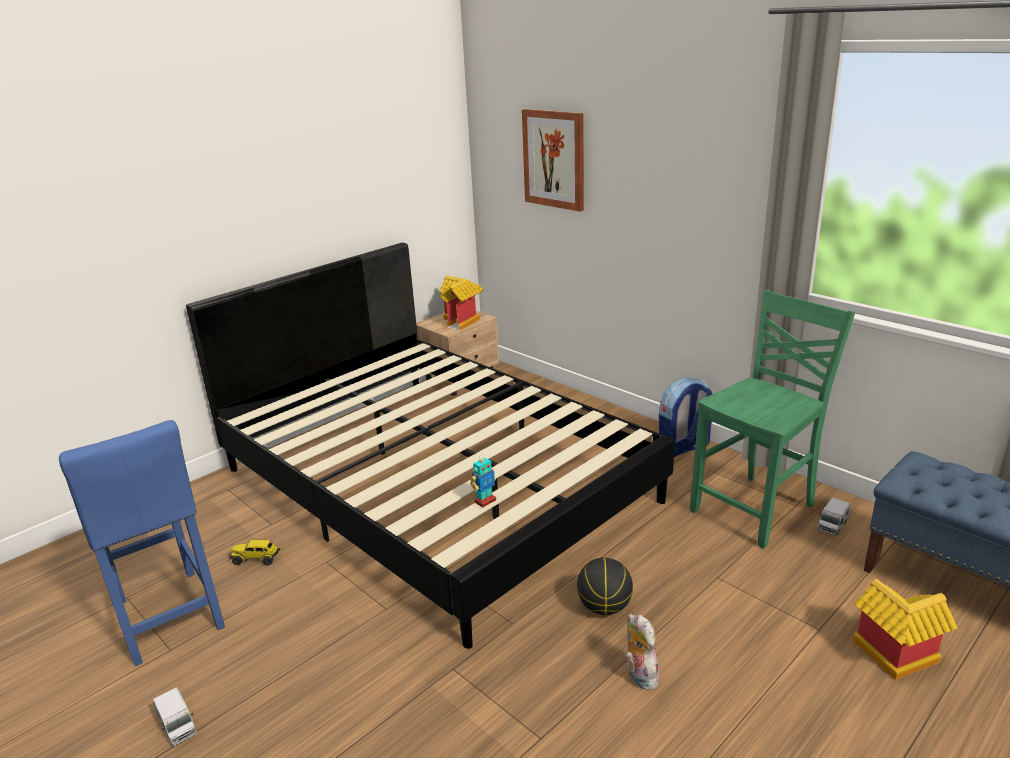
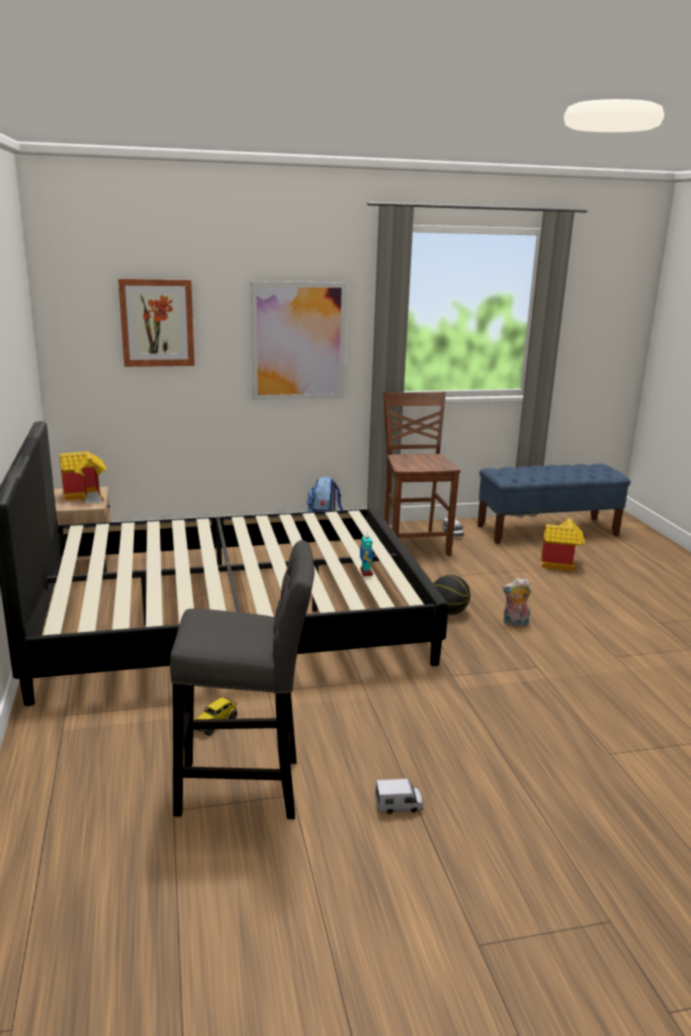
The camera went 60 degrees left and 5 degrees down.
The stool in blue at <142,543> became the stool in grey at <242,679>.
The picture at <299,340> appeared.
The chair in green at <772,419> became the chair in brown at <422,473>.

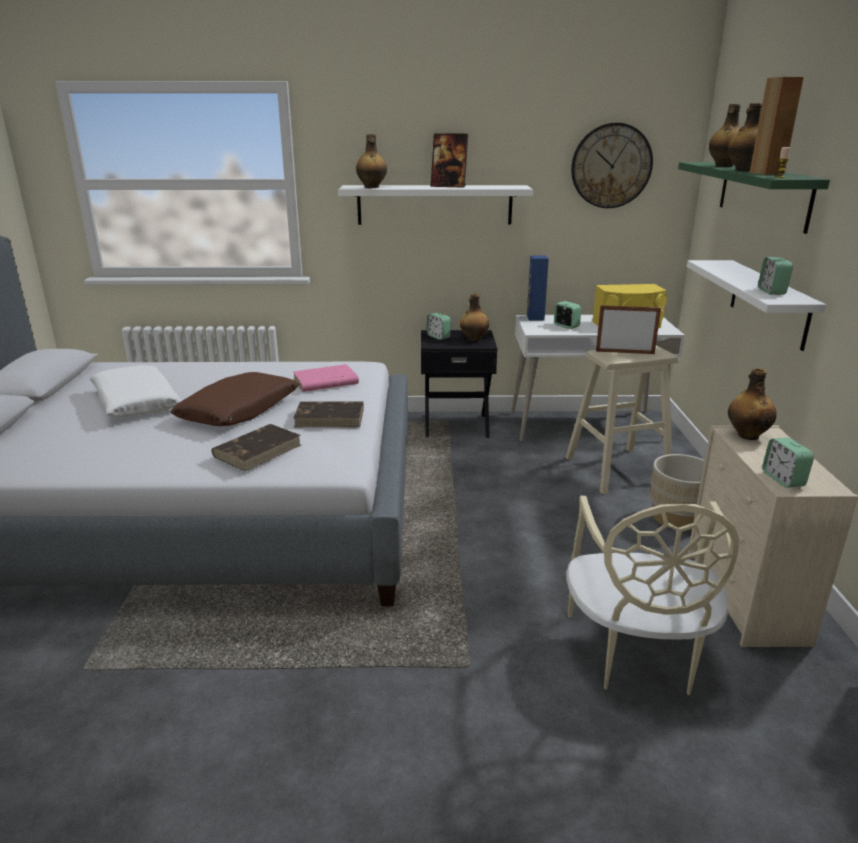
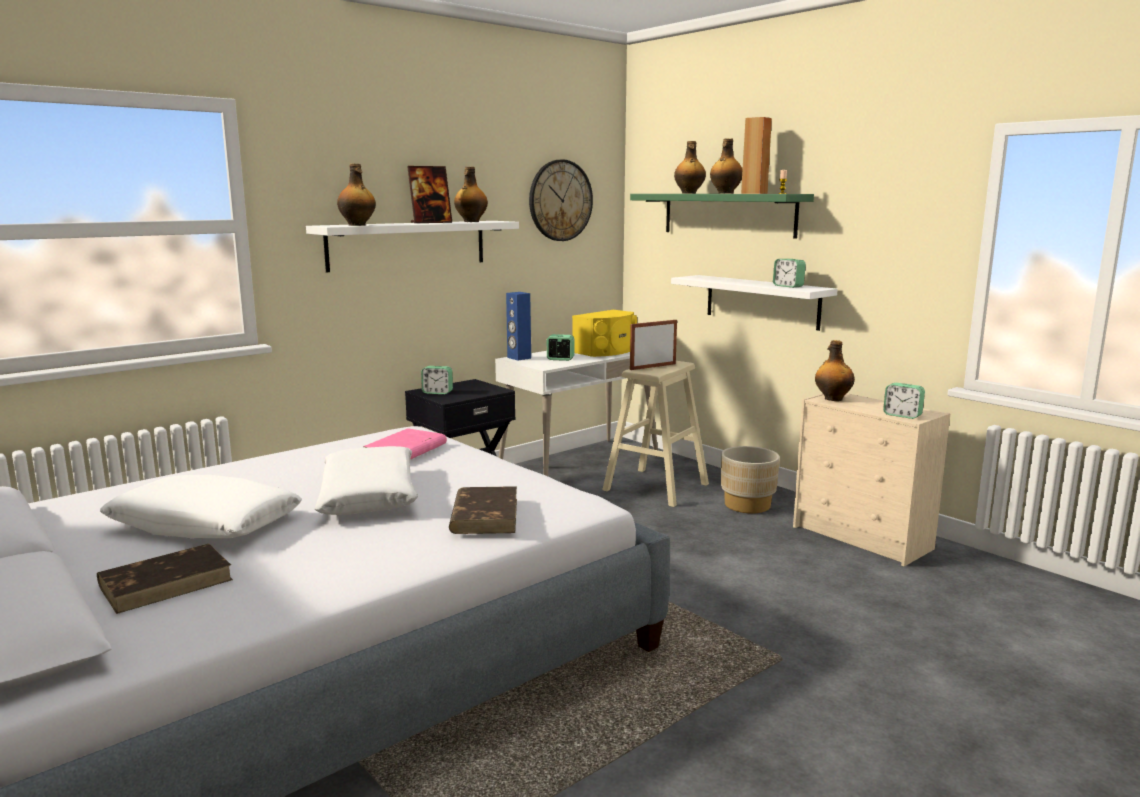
The camera went 40 degrees left and 10 degrees down.
The book in brown moved from <328,414> to <165,578>.
The pillow in brown at <235,399> became the pillow in white at <366,480>.
The bottle moved from <474,318> to <471,194>.
The chair in beige at <653,595> disappeared.

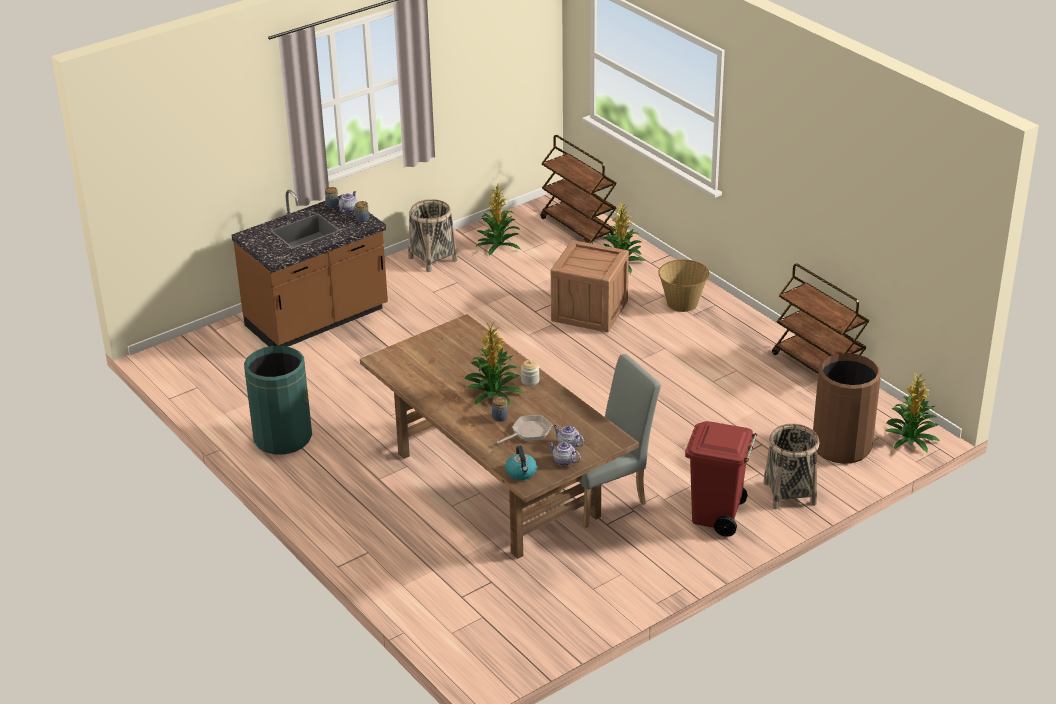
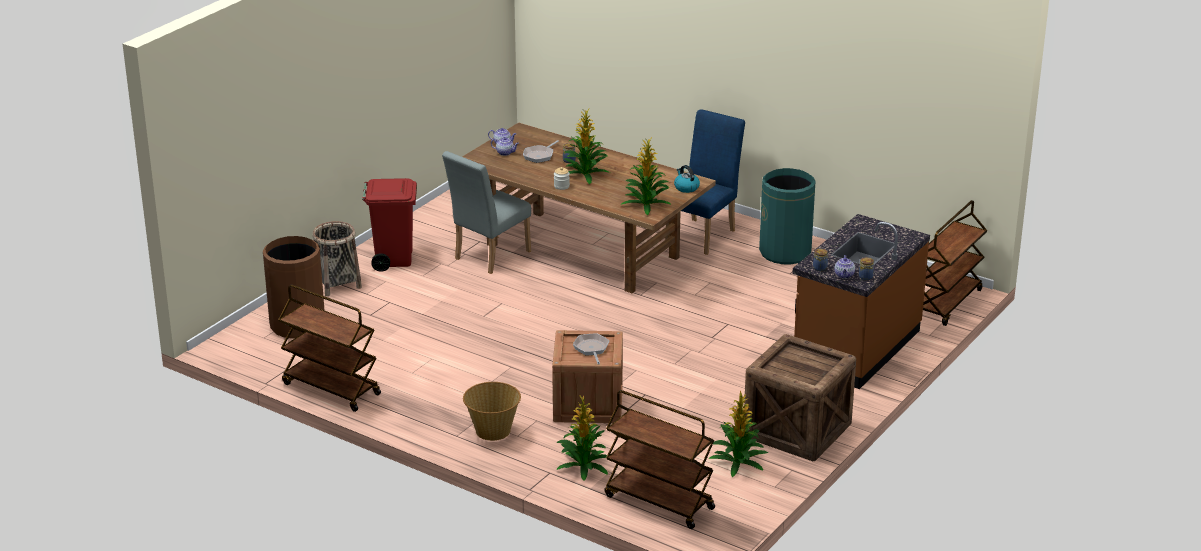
The camera went 160 degrees right and 5 degrees down.
The frying pan at <591,349> appeared.
The potted plant moved from <912,412> to <647,176>.
The chair in blue at <705,182> appeared.
The kettle moved from <521,463> to <687,179>.
The basket at <433,235> was replaced by the crate at <800,397>.
The cart in brown at <955,263> appeared.

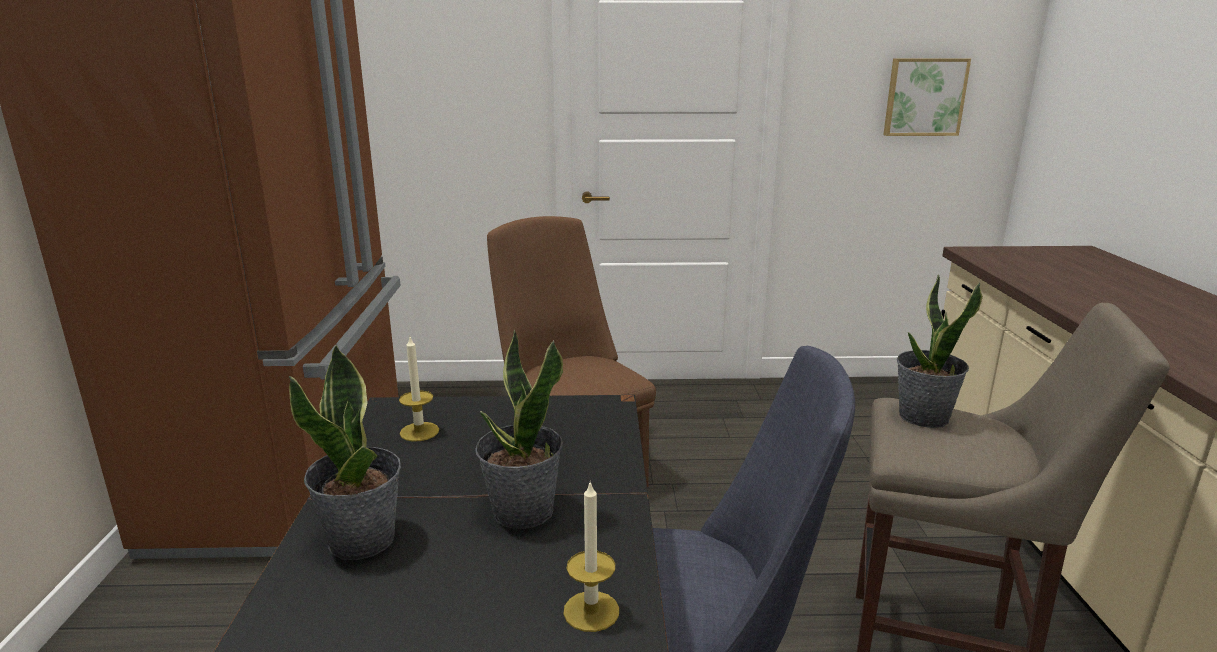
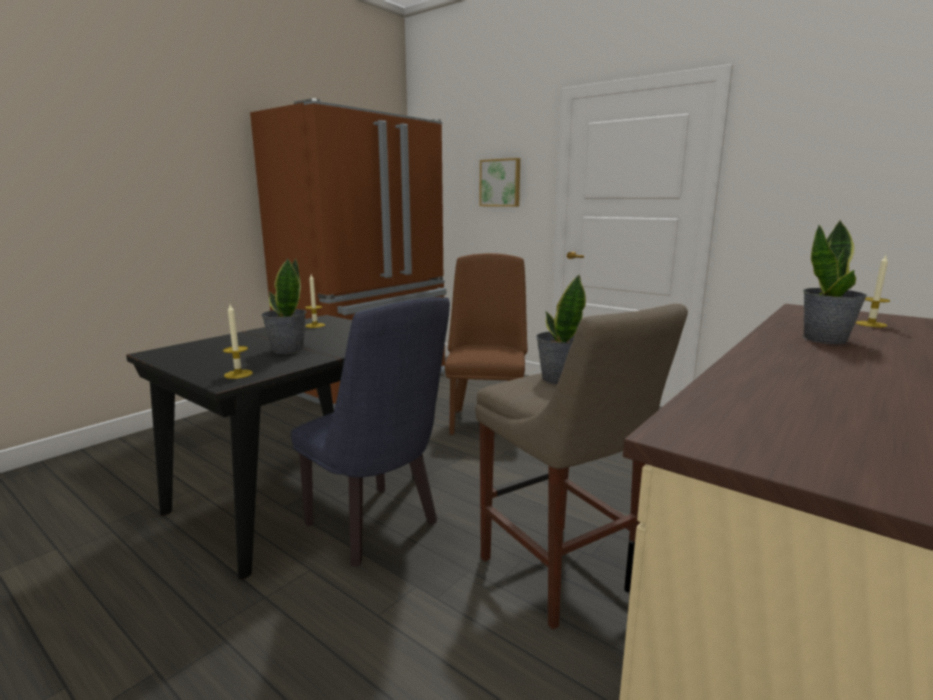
The camera went 40 degrees right and 5 degrees down.
The picture moved from <927,97> to <499,182>.
The potted plant moved from <345,452> to <835,282>.
The candle at <873,291> appeared.

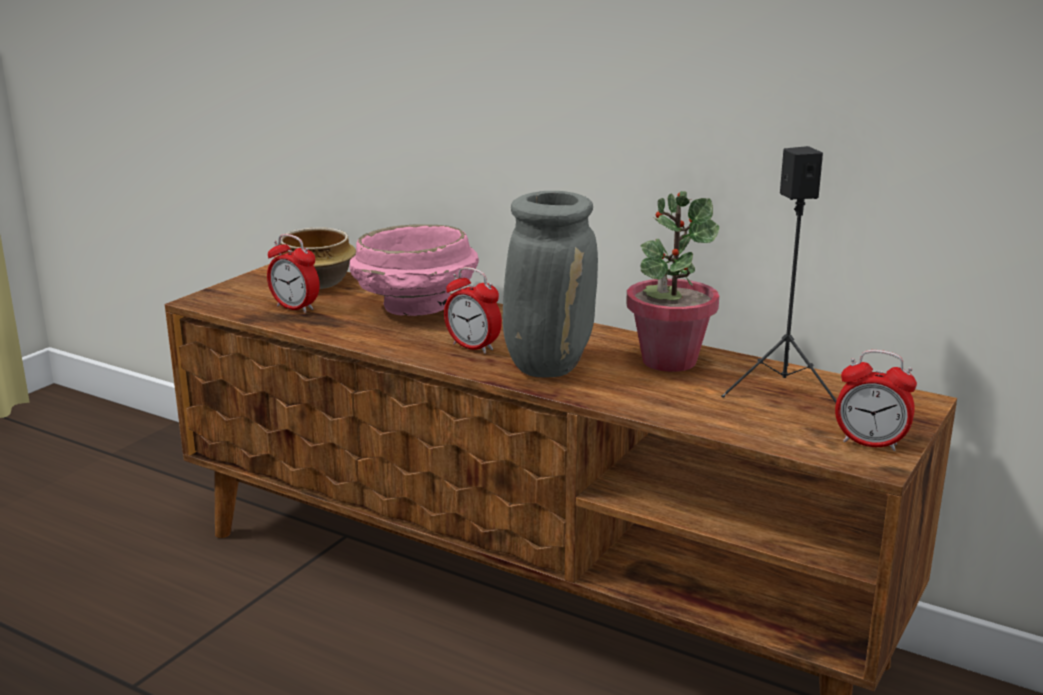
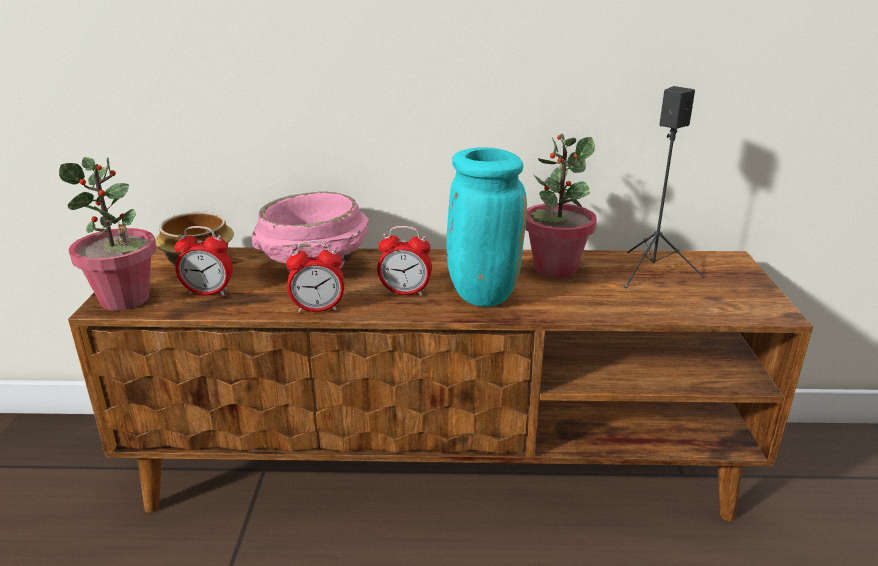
The camera went 30 degrees left and 5 degrees up.
The potted plant at <108,234> appeared.
The alarm clock moved from <876,400> to <315,276>.
The vase in grey at <550,284> became the vase in turquoise at <486,227>.

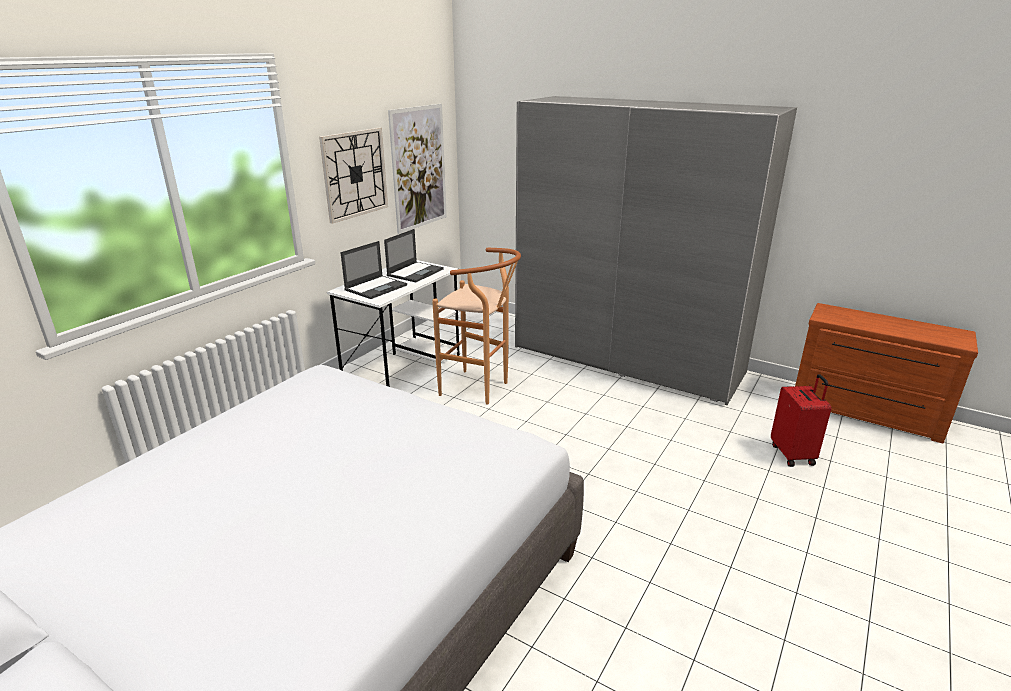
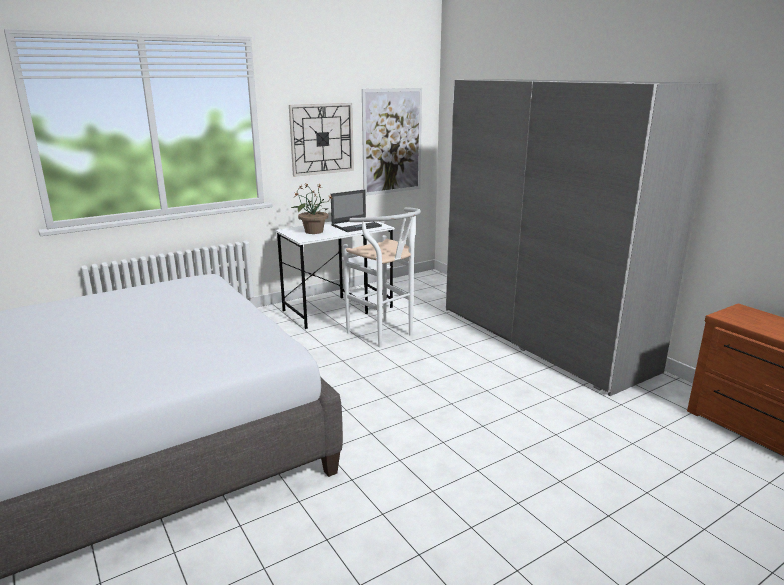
The camera went 25 degrees right and 5 degrees down.
The laptop at <373,270> was replaced by the potted plant at <312,208>.
The stool in brown at <476,326> became the stool in white at <382,277>.
The suitcase in red at <801,420> disappeared.

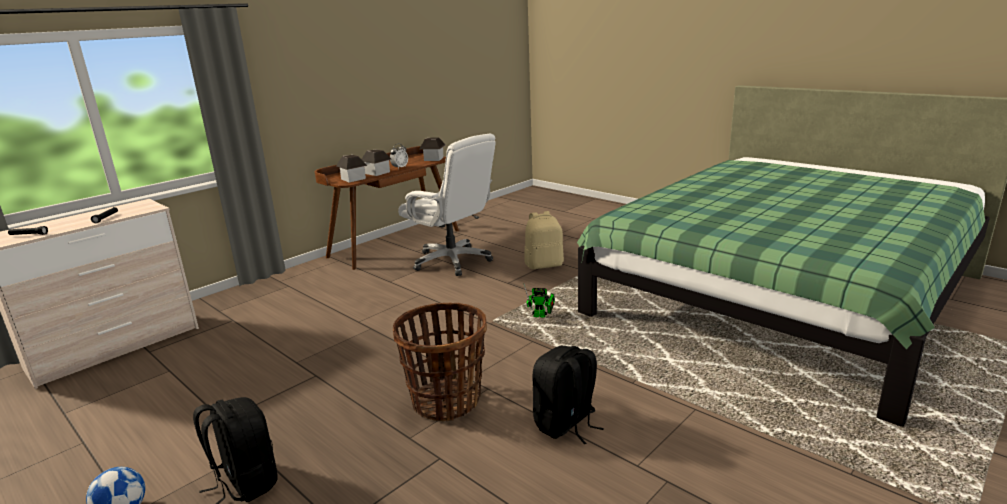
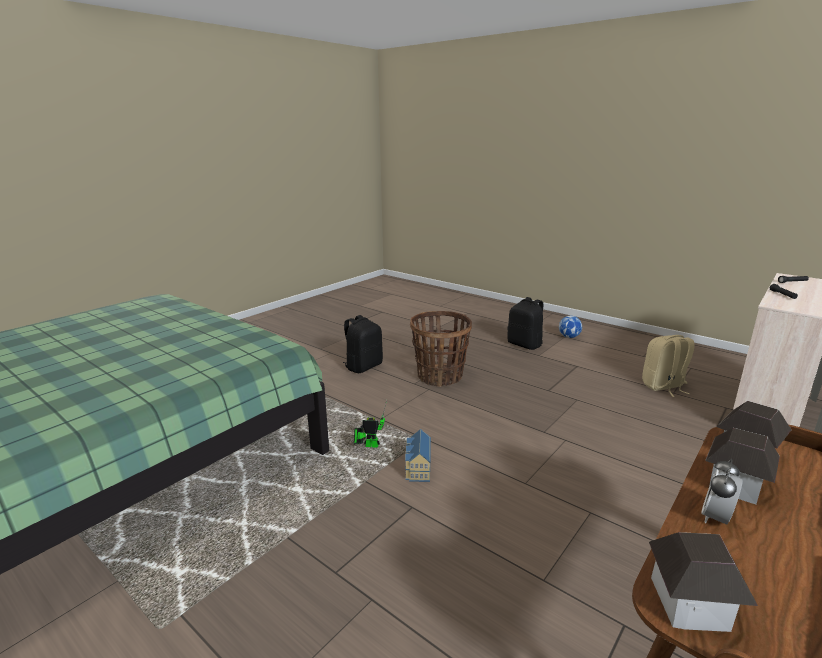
The camera went 175 degrees right and 0 degrees up.
The toy house at <418,455> appeared.
The backpack in beige moved from <544,240> to <668,366>.
The office chair in white at <447,205> disappeared.

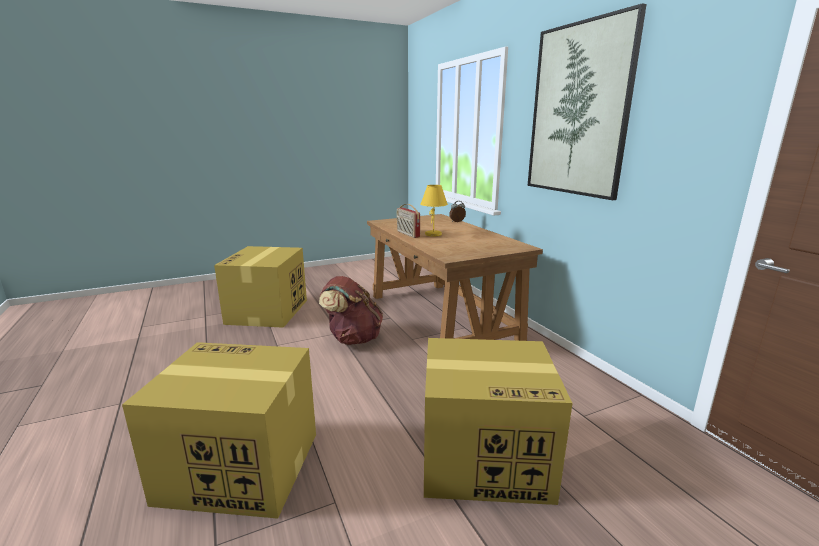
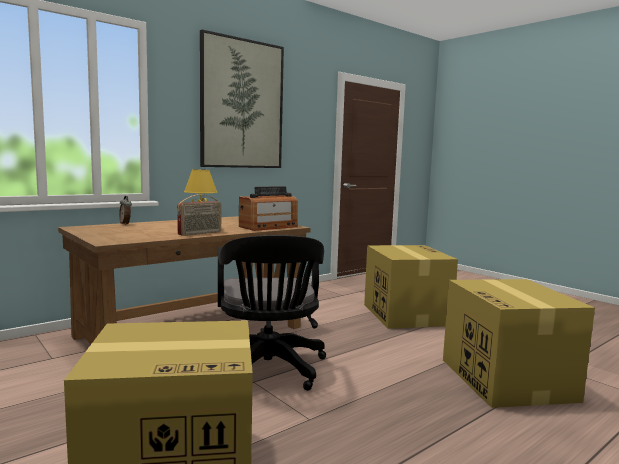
The camera went 105 degrees left and 10 degrees down.
The backpack in brown at <351,310> was replaced by the office chair in black at <272,313>.
The radio at <268,208> appeared.

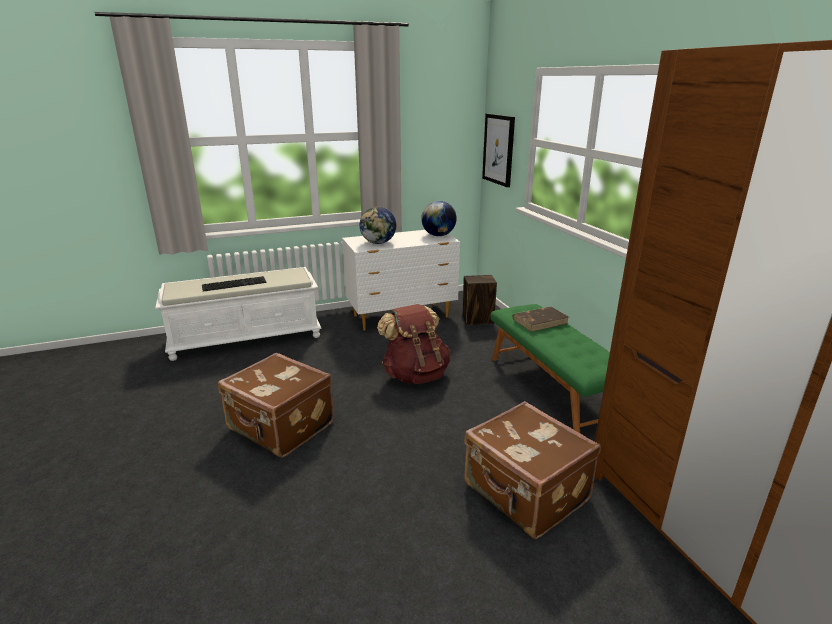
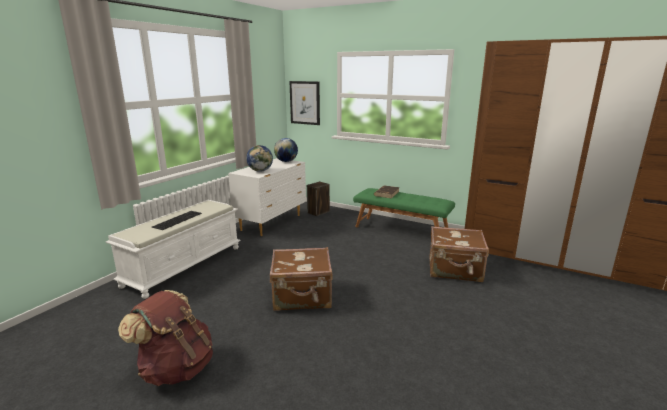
The camera went 40 degrees left and 5 degrees down.
The backpack in brown moved from <413,344> to <165,338>.

